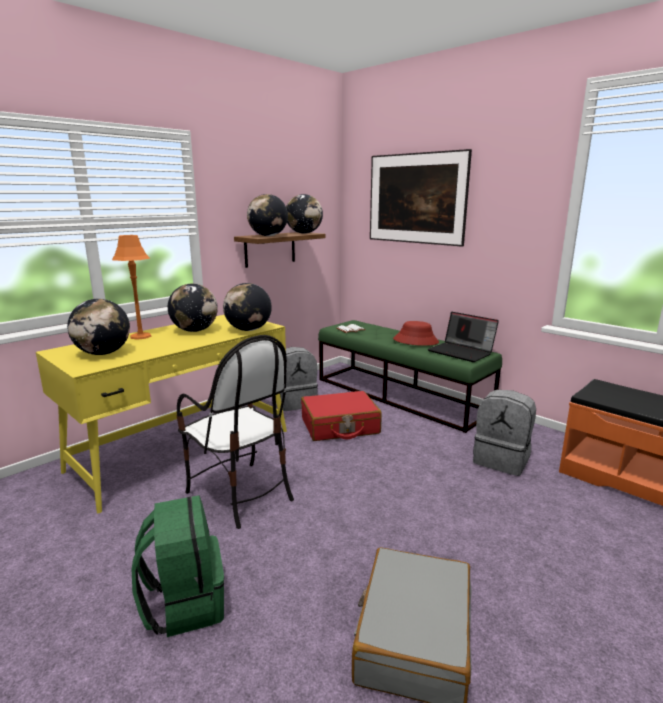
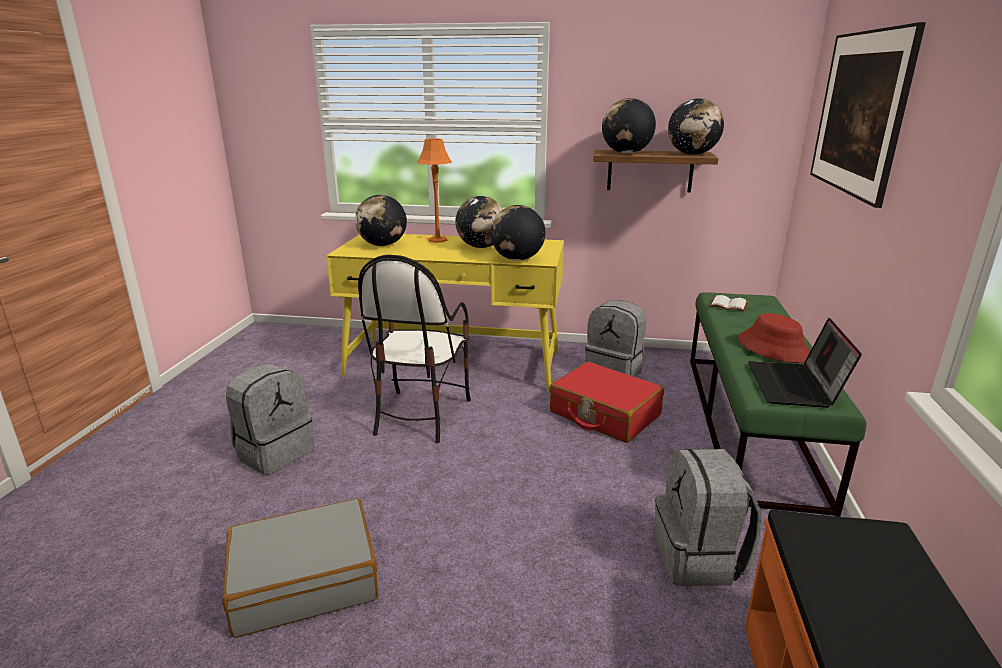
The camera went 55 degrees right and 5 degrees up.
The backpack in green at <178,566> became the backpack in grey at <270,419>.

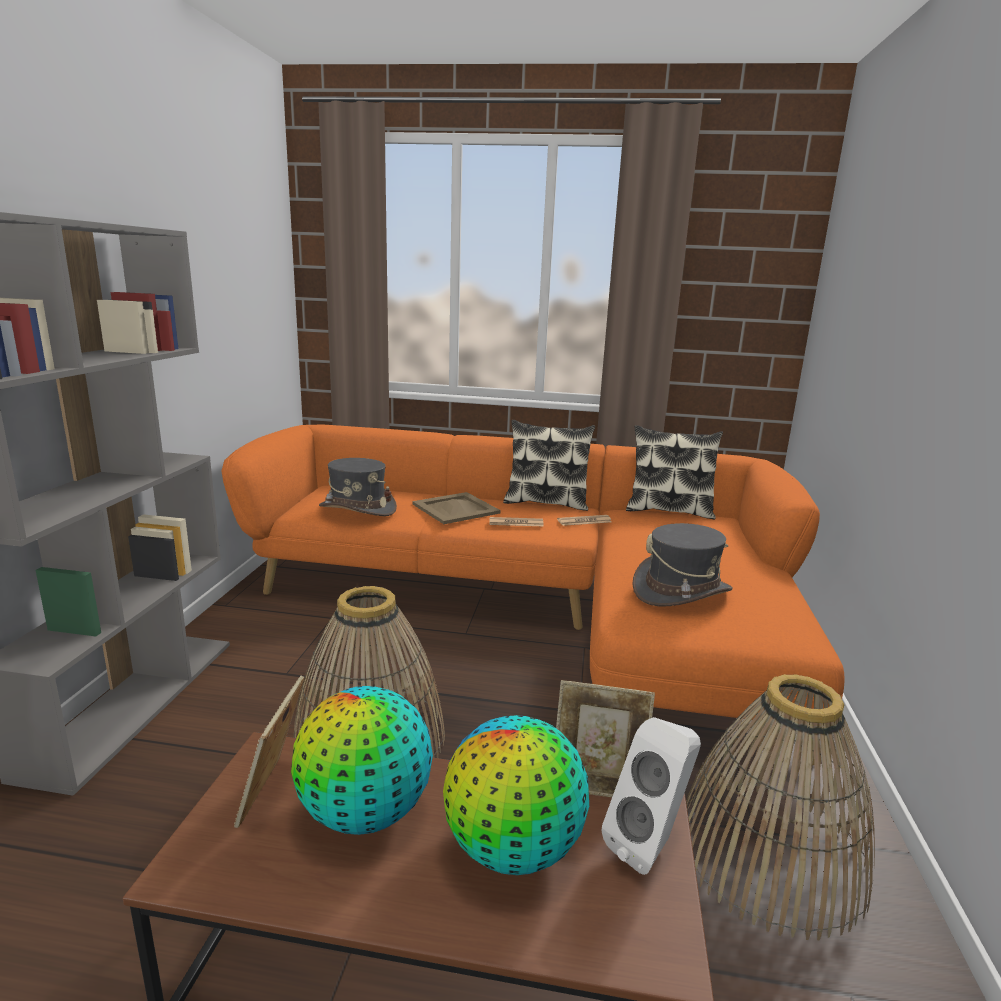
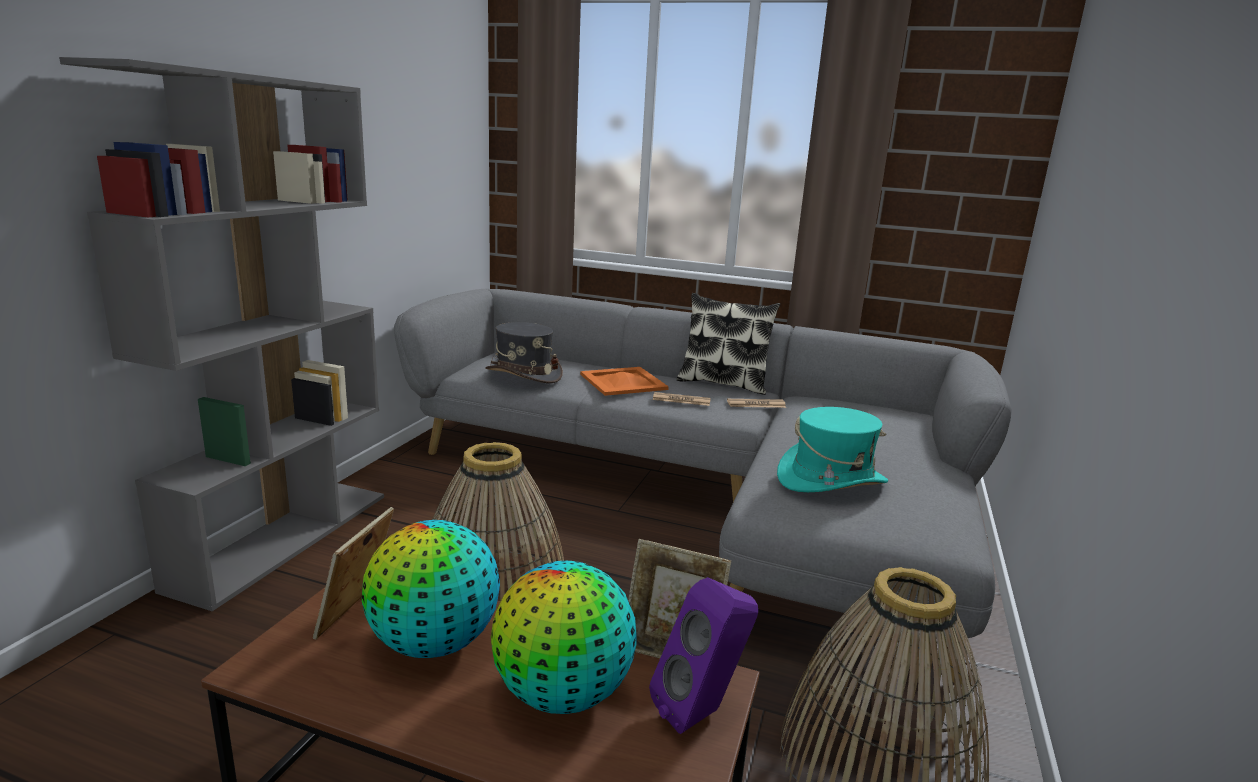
The camera went 10 degrees right and 0 degrees up.
The sofa in orange at <533,594> became the sofa in grey at <703,486>.
The tray in beige at <456,508> became the tray in orange at <624,381>.
The speaker in white at <651,796> became the speaker in purple at <703,655>.
The hat in grey at <683,564> became the hat in turquoise at <832,449>.
The pillow at <674,472> disappeared.

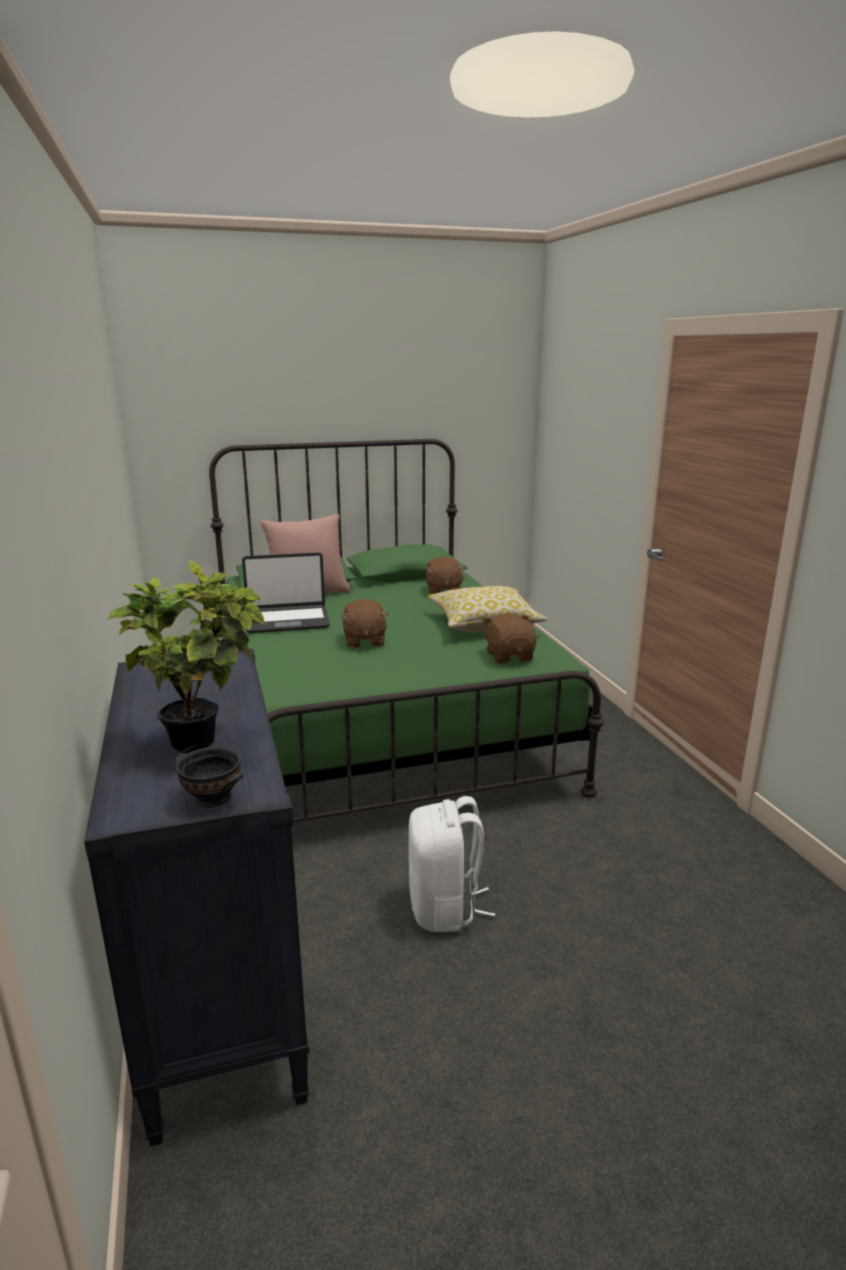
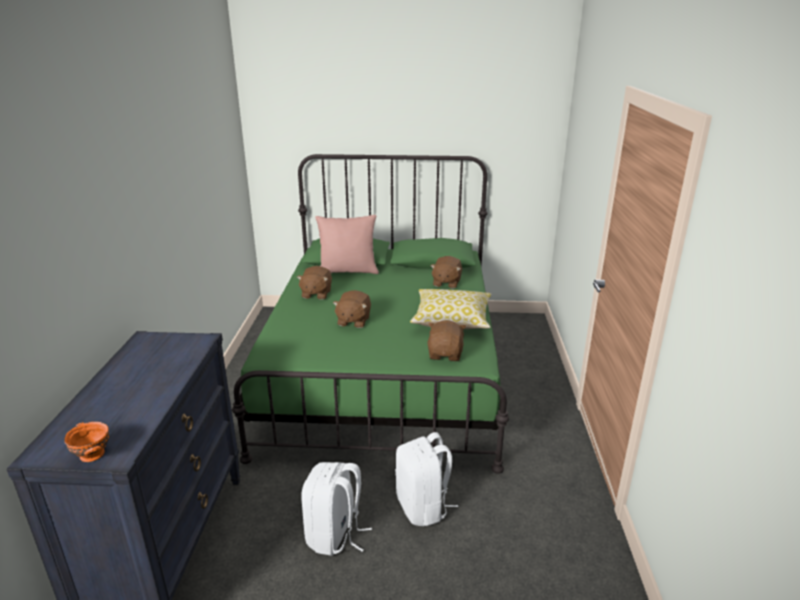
The camera went 20 degrees right and 5 degrees up.
The bowl in black at <209,777> became the bowl in orange at <86,442>.
The laptop at <286,592> was replaced by the plush toy in brown at <314,283>.
The backpack in white at <426,479> appeared.
The potted plant at <186,657> disappeared.

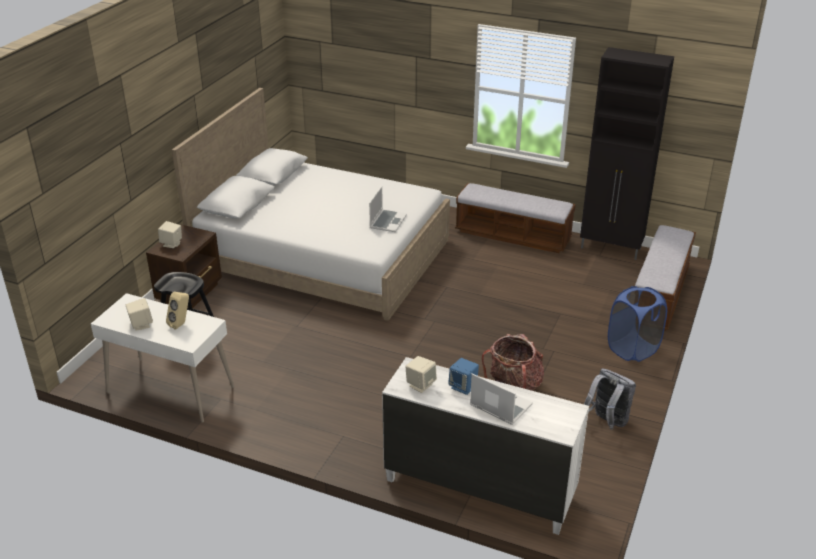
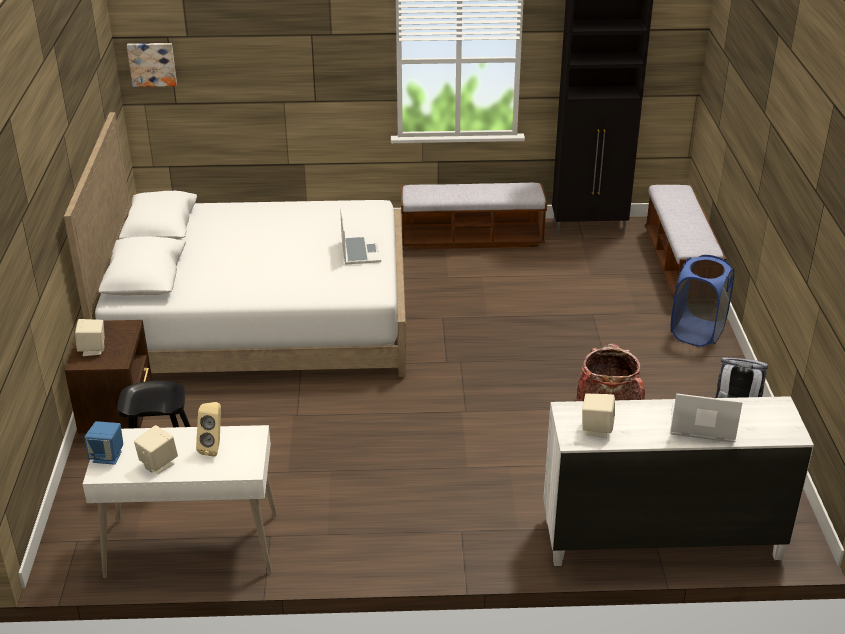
The camera went 25 degrees left and 0 degrees up.
The speaker in blue moved from <463,376> to <103,443>.
The picture at <152,65> appeared.

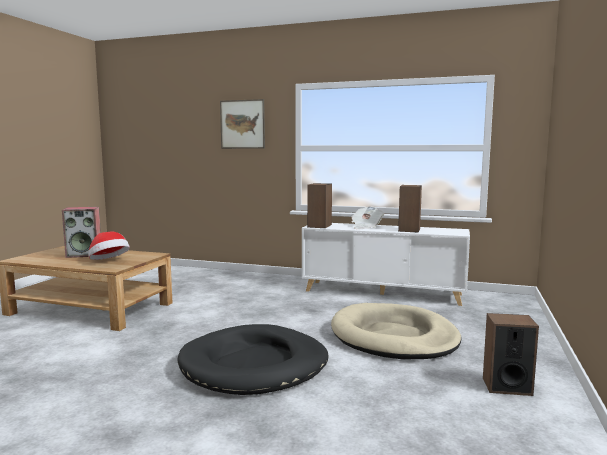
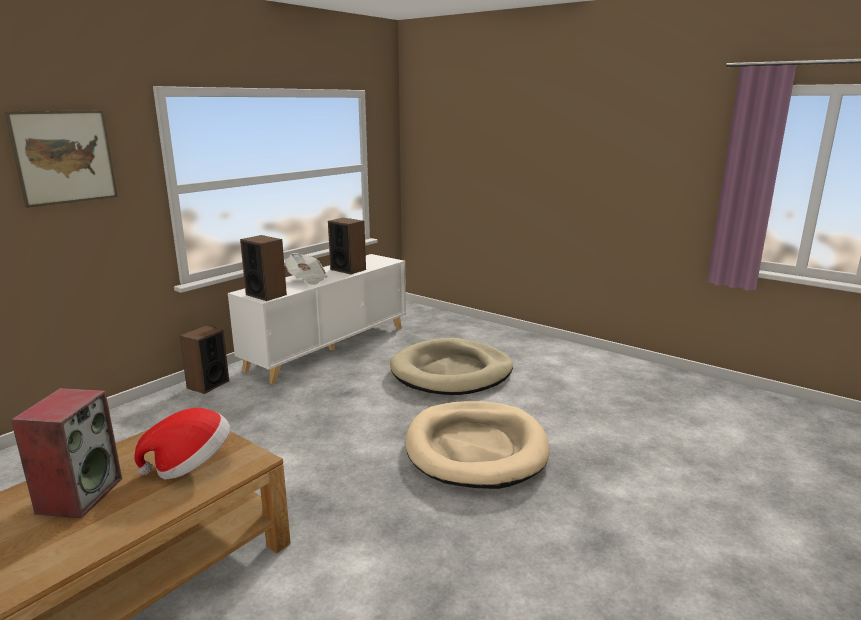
The camera went 70 degrees left and 10 degrees up.
The speaker moved from <511,354> to <204,359>.
The dog bed in black at <253,359> became the dog bed in beige at <478,445>.

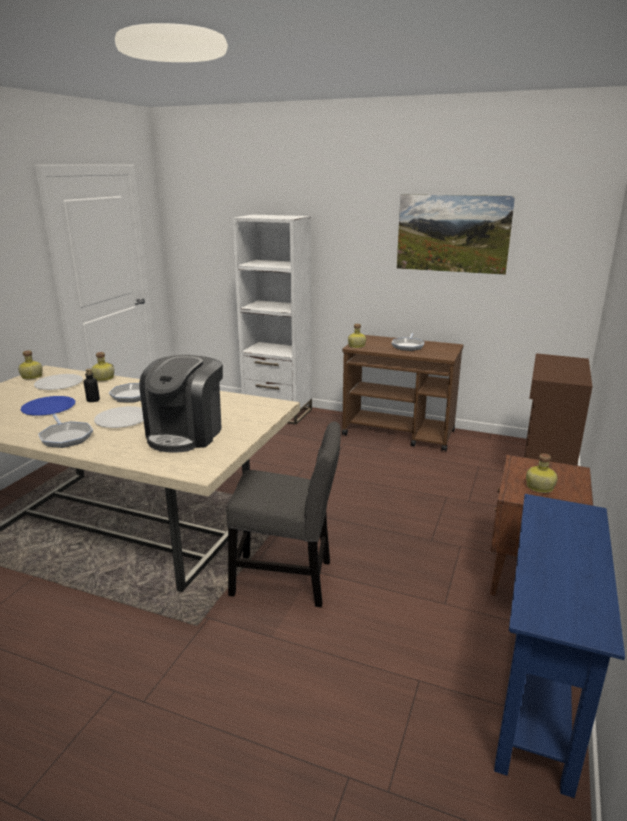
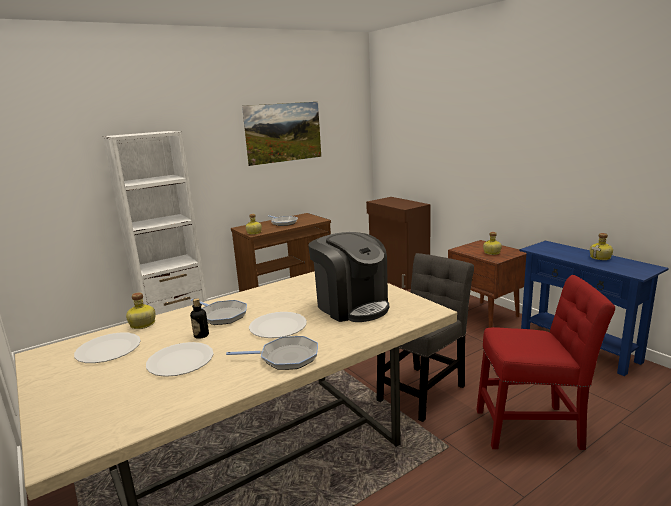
The camera went 55 degrees left and 5 degrees down.
The plate in blue at <48,406> became the plate in white at <179,359>.
The chair in red at <545,362> appeared.
The bottle moved from <30,364> to <601,246>.

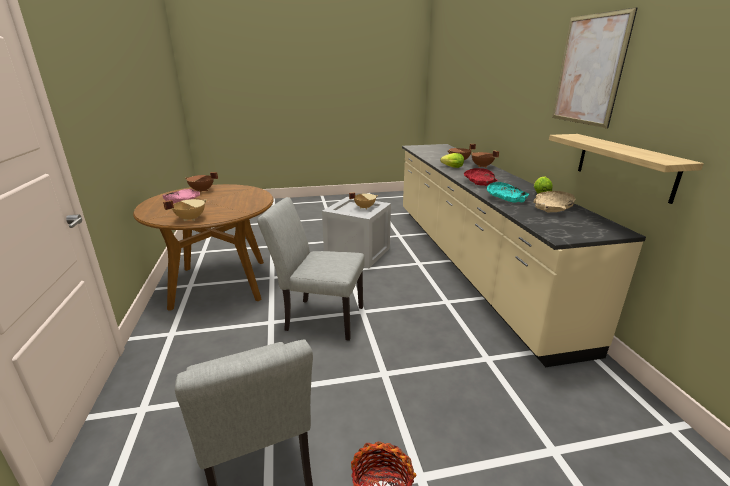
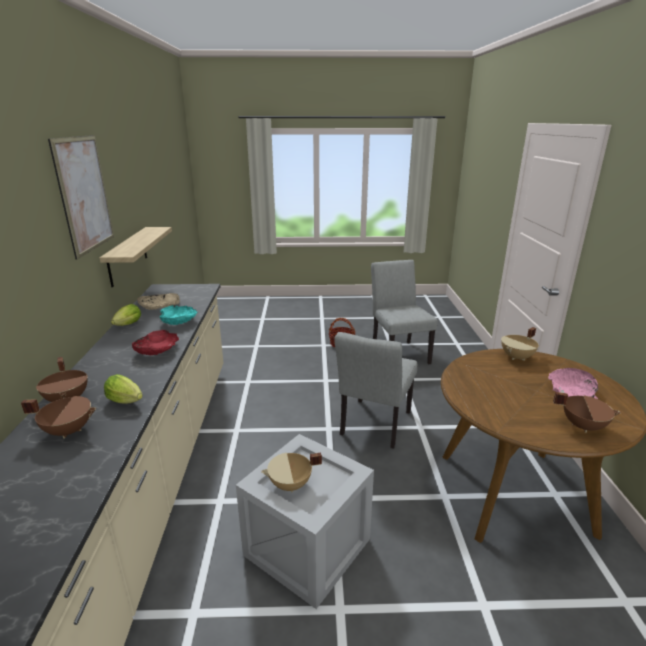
The camera went 170 degrees left and 0 degrees up.
The chair in grey at <311,269> turned 90 degrees clockwise.

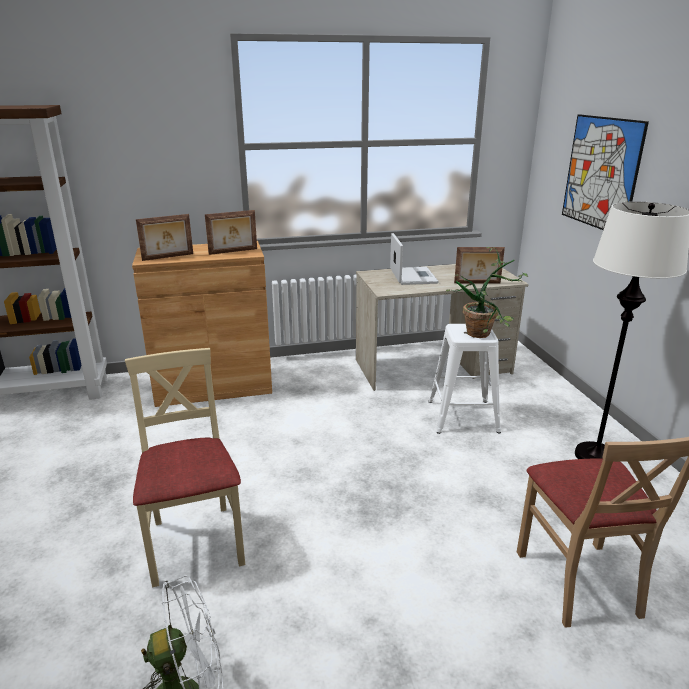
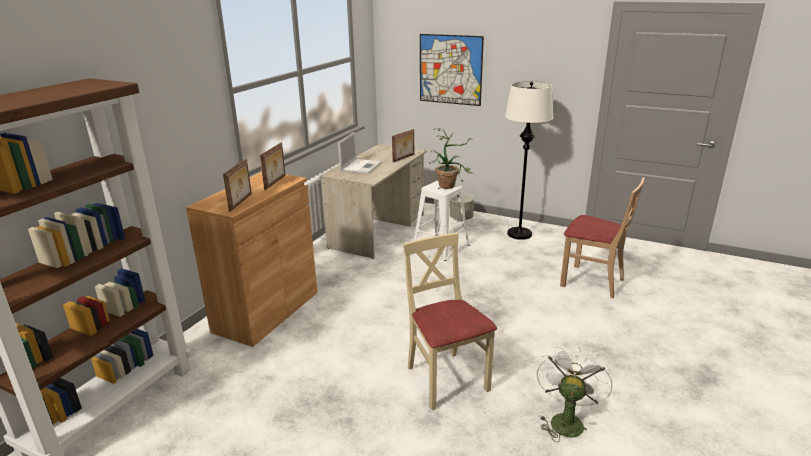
The camera went 50 degrees left and 0 degrees up.
The laptop at <414,259> turned 75 degrees clockwise.
The chair in beige at <185,468> turned 45 degrees clockwise.
The planter in grey at <462,207> appeared.

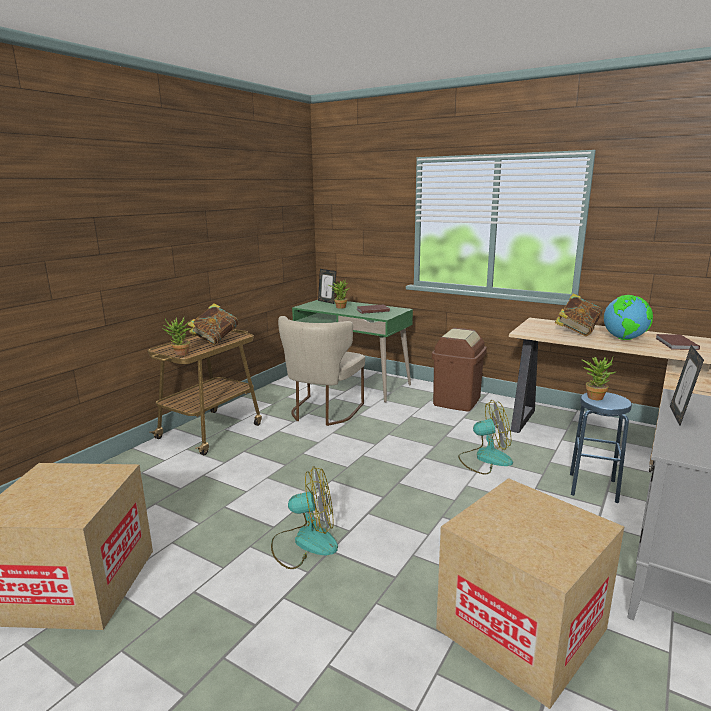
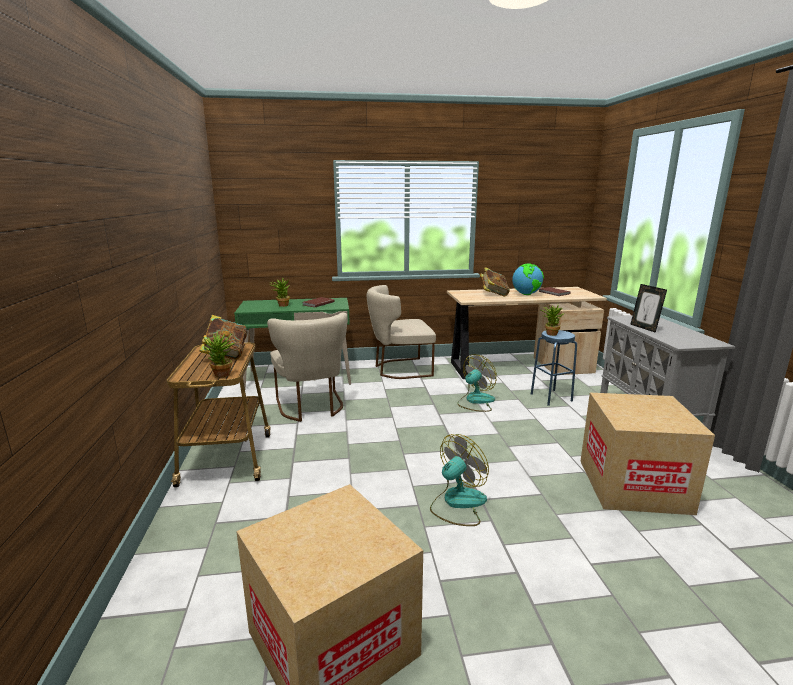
The camera went 40 degrees left and 0 degrees up.
The trash can in brown at <459,370> was replaced by the chair in beige at <401,332>.
The picture frame at <327,286> disappeared.

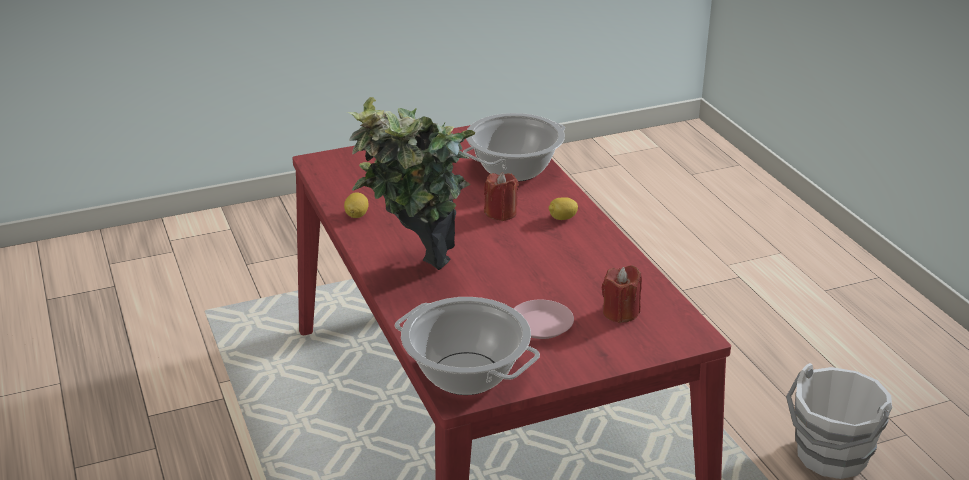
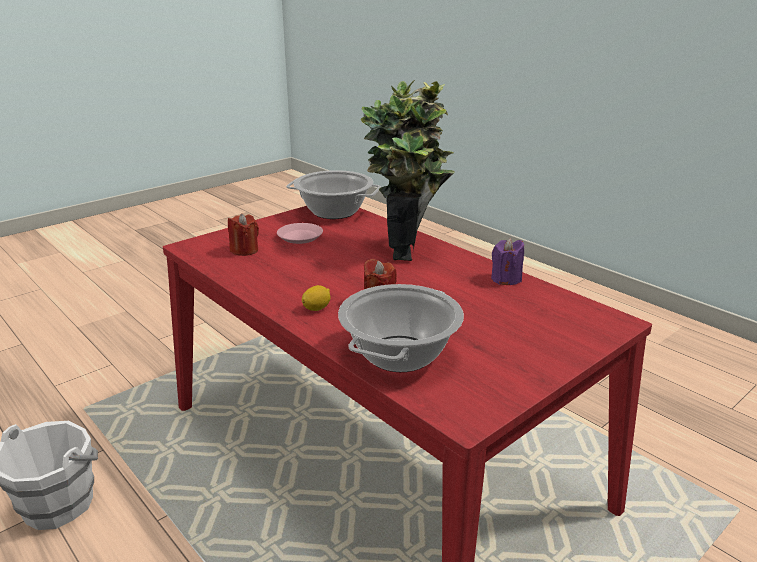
The camera went 160 degrees right and 5 degrees down.
The lemon at <356,205> was replaced by the candle in purple at <507,261>.

